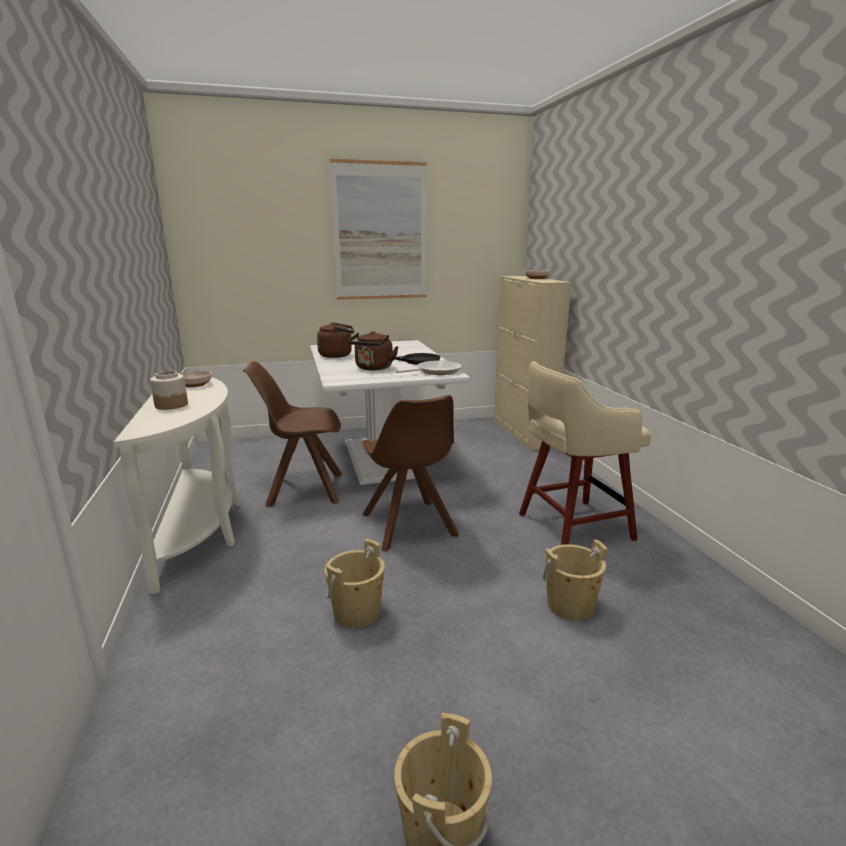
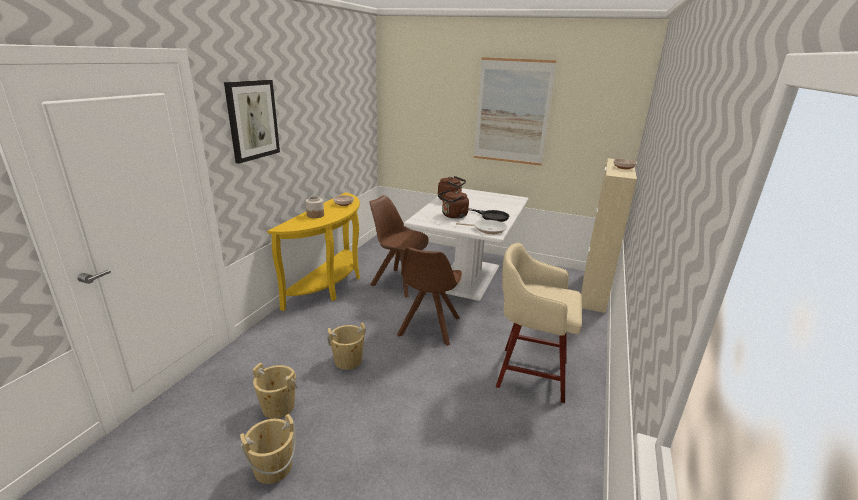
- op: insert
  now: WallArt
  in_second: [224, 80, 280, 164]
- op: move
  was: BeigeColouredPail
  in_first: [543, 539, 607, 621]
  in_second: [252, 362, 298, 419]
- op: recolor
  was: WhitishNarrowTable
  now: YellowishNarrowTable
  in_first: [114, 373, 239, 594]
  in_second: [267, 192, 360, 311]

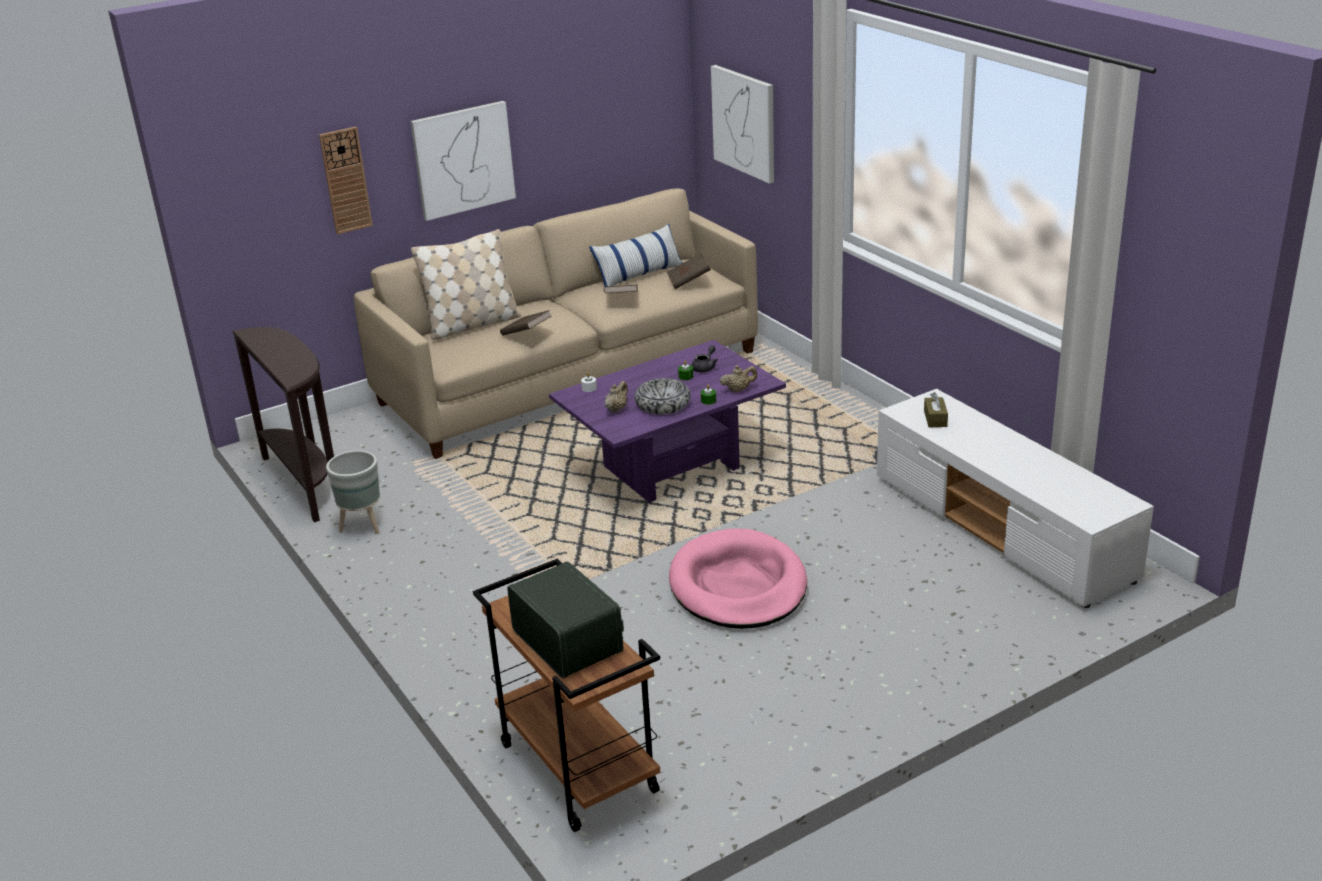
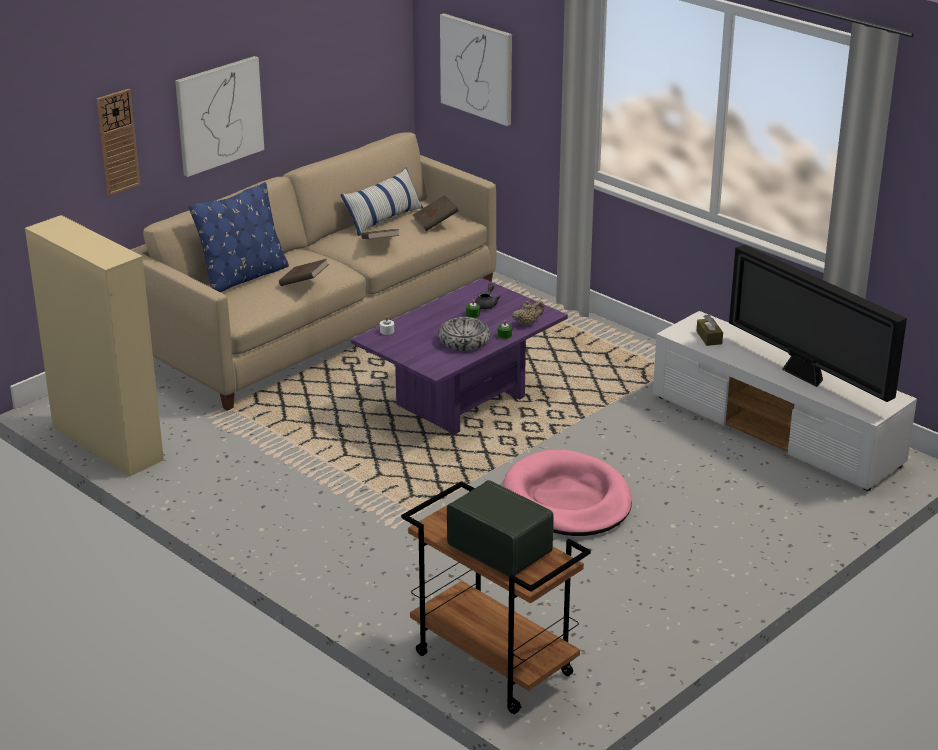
- op: delete
  was: GreyPlantPot
  in_first: [326, 450, 380, 534]
- op: delete
  was: BeigeColouredTeaPot
  in_first: [605, 381, 628, 413]
- op: insert
  now: Television
  in_second: [729, 244, 907, 402]
- op: replace
  was: BrownNarrowTable
  now: BeigeColouredCabinet
  in_first: [233, 327, 334, 522]
  in_second: [25, 215, 164, 477]
- op: recolor
  was: BeigeColouredPillow
  now: BluishPillow
  in_first: [411, 229, 521, 340]
  in_second: [189, 182, 289, 292]

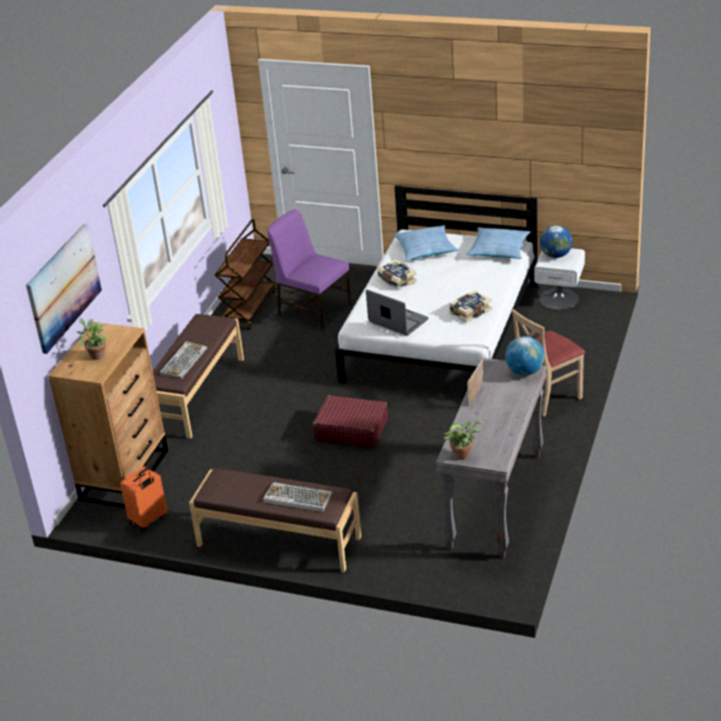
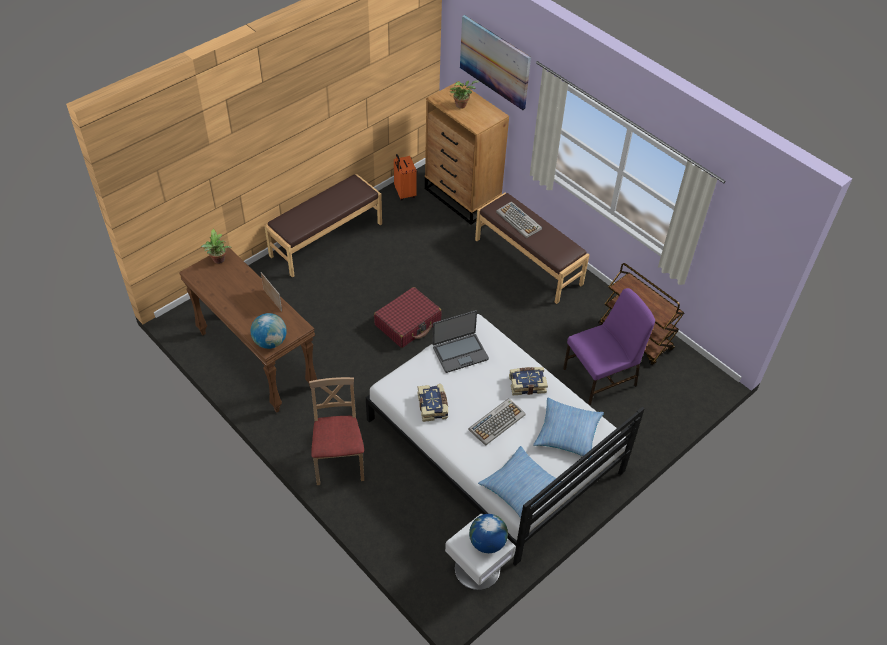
- op: move
  was: ComputerKeyboard
  in_first: [263, 482, 333, 512]
  in_second: [468, 398, 526, 446]
- op: recolor
  was: GreyNarrowTable
  now: BrownNarrowTable
  in_first: [436, 358, 547, 558]
  in_second: [179, 248, 317, 412]

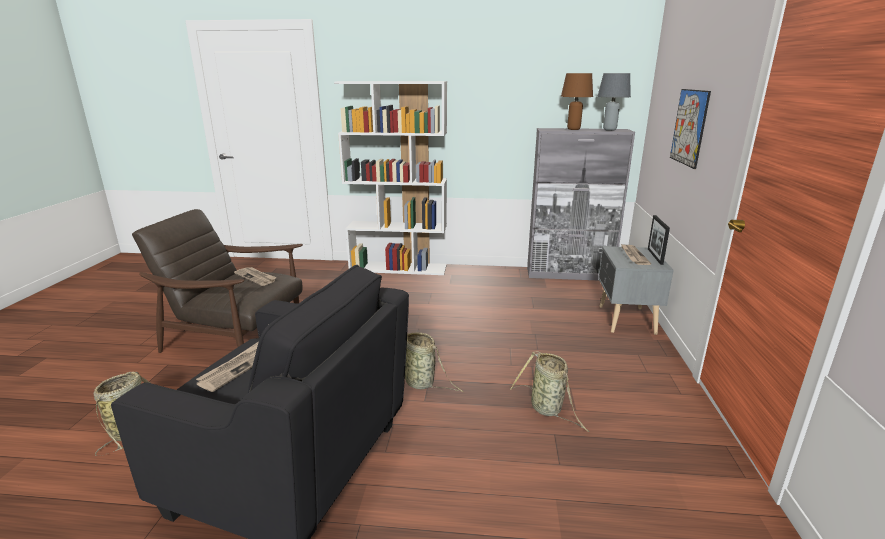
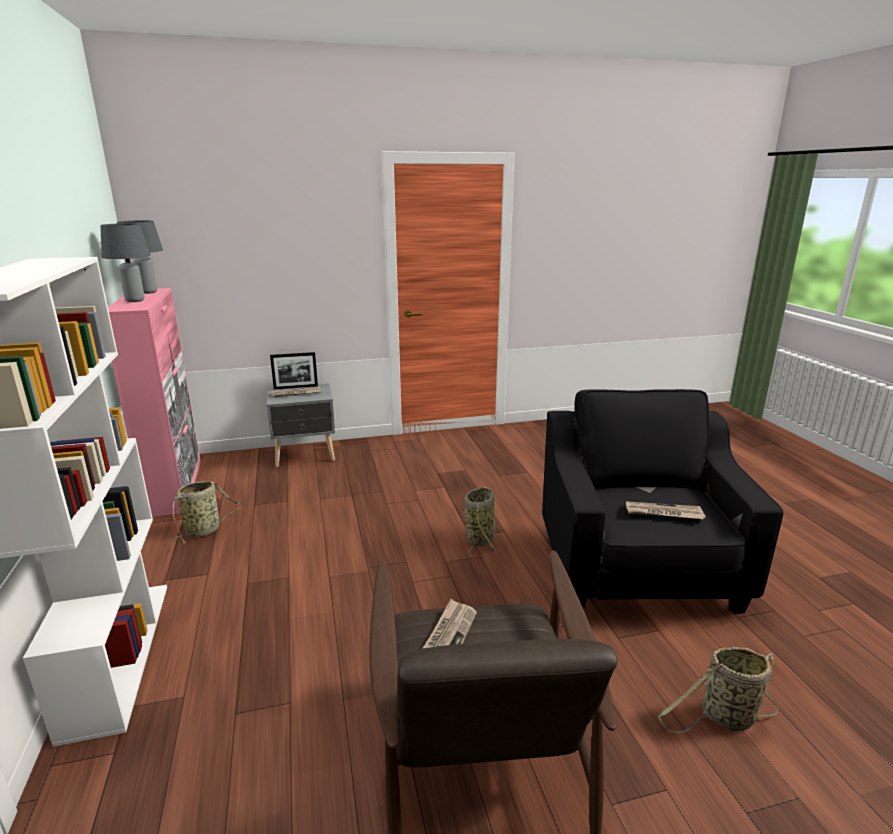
- op: delete
  was: WallArt
  in_first: [670, 89, 711, 169]
- op: move
  was: Basket
  in_first: [510, 351, 589, 432]
  in_second: [168, 481, 246, 544]
- op: recolor
  was: GreyCabinet
  now: PinkishCabinet
  in_first: [527, 128, 635, 281]
  in_second: [108, 288, 201, 517]
- op: recolor
  was: BrownLampForATable
  now: GreyLampForATable
  in_first: [561, 73, 593, 130]
  in_second: [100, 223, 151, 302]

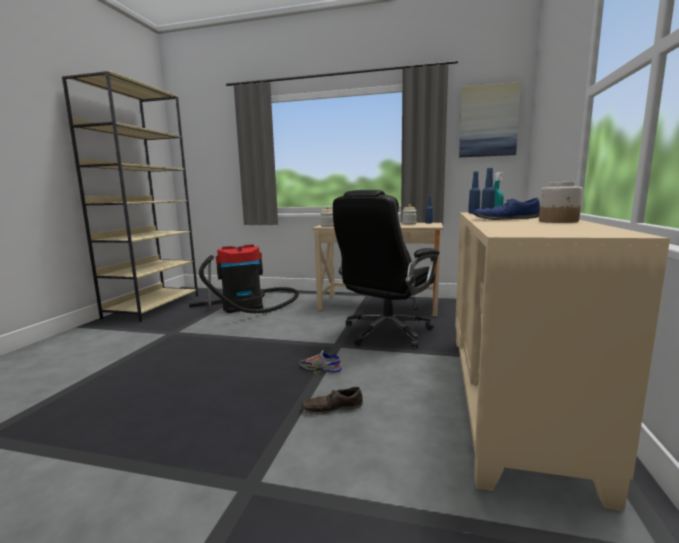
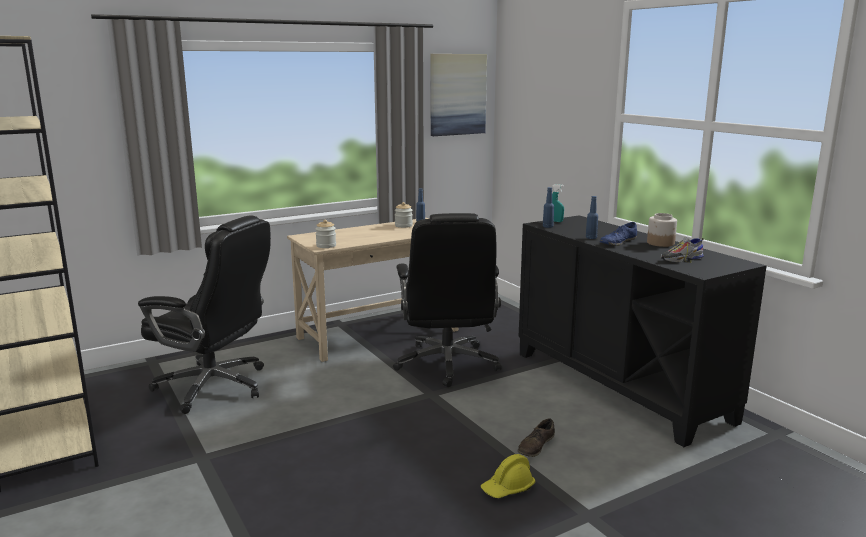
- op: insert
  now: YellowishWorkHelmet
  in_second: [481, 454, 536, 498]
- op: move
  was: Shoe
  in_first: [300, 350, 342, 373]
  in_second: [661, 237, 704, 263]
- op: replace
  was: Vacuum
  now: BlackComputerChair
  in_first: [189, 244, 299, 314]
  in_second: [138, 215, 271, 414]
- op: recolor
  was: BeigeColouredCabinet
  now: BlackCabinet
  in_first: [455, 212, 670, 511]
  in_second: [518, 215, 767, 447]

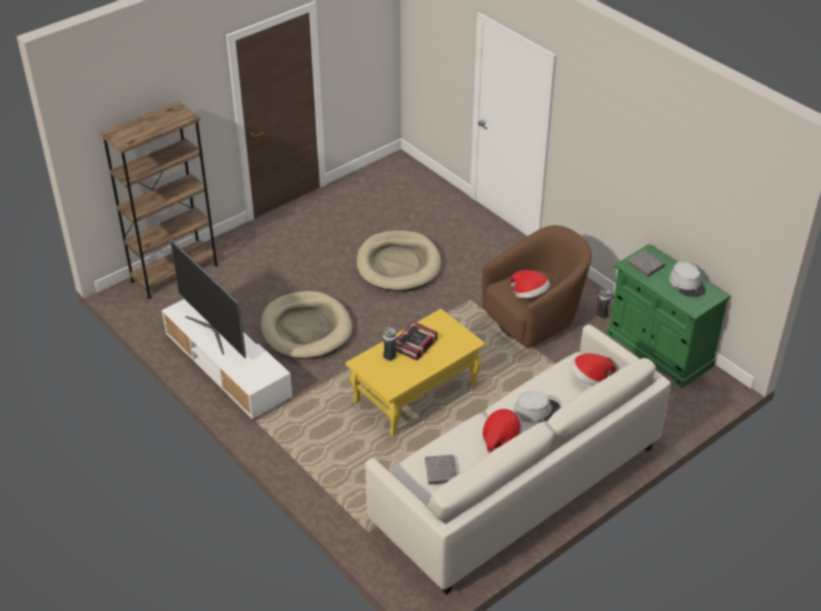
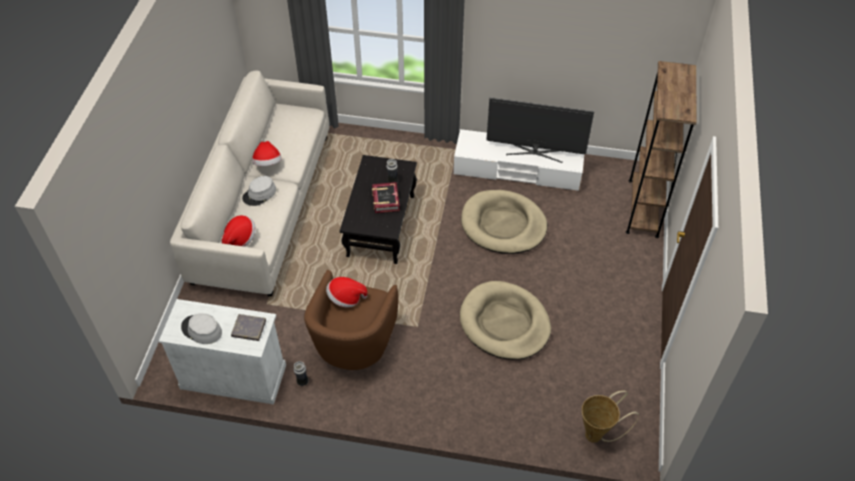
- op: delete
  was: GreyVolume
  in_first: [425, 455, 457, 484]
- op: insert
  now: Basket
  in_second: [582, 390, 639, 443]
- op: recolor
  was: YellowishLowTable
  now: BlackLowTable
  in_first: [345, 309, 486, 437]
  in_second: [340, 155, 417, 264]
- op: recolor
  was: GreenCabinet
  now: WhitishCabinet
  in_first: [607, 244, 731, 388]
  in_second: [159, 299, 286, 404]

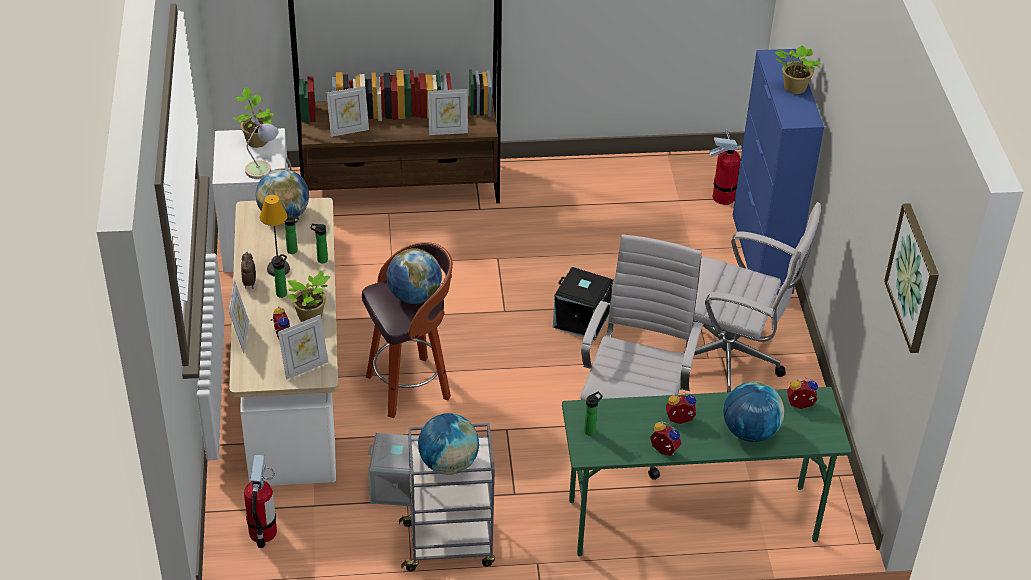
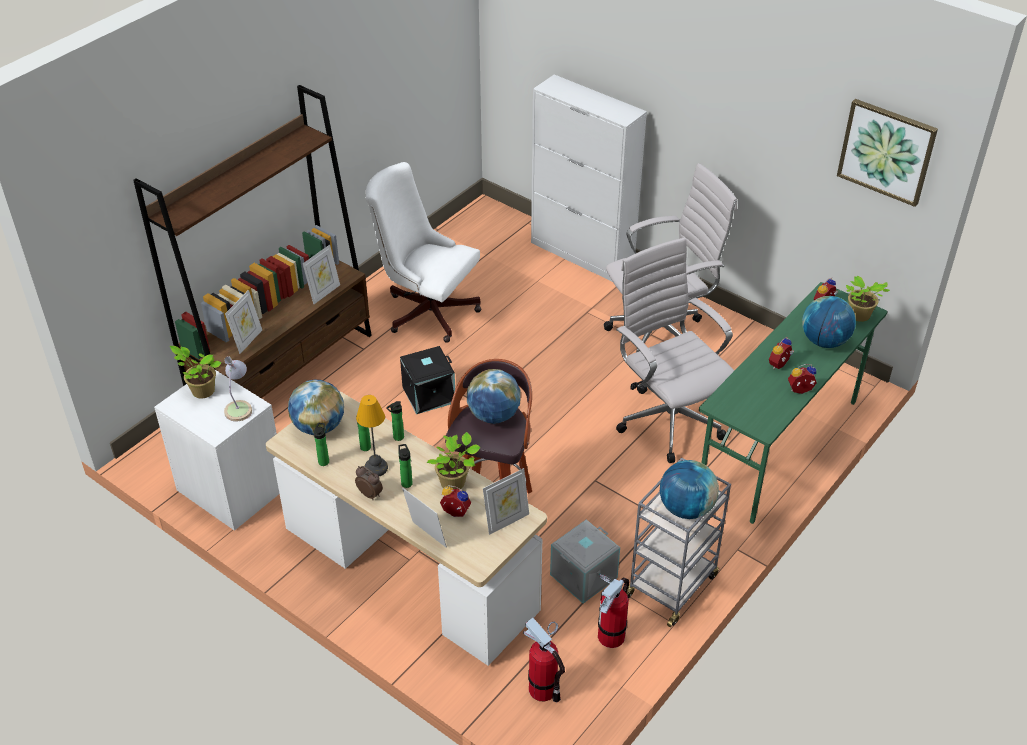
- op: insert
  now: WhitishComputerChair
  in_second: [365, 162, 481, 343]
- op: move
  was: BlackStorageBox
  in_first: [553, 267, 614, 341]
  in_second: [400, 346, 455, 414]
- op: move
  was: DrinkBottle
  in_first: [584, 392, 603, 436]
  in_second: [314, 423, 329, 466]
- op: move
  was: FireExtinguisher
  in_first: [709, 130, 743, 205]
  in_second: [598, 574, 629, 648]
- op: move
  was: Houseplant
  in_first: [774, 45, 821, 94]
  in_second: [846, 275, 890, 322]
- op: recolor
  was: BluishCabinet
  now: WhitishCabinet
  in_first: [733, 49, 824, 295]
  in_second: [531, 74, 647, 282]
- op: rotate
  was: PictureFrame
  in_first: [278, 315, 328, 380]
  in_second: [483, 468, 529, 535]
  clockwise: 45

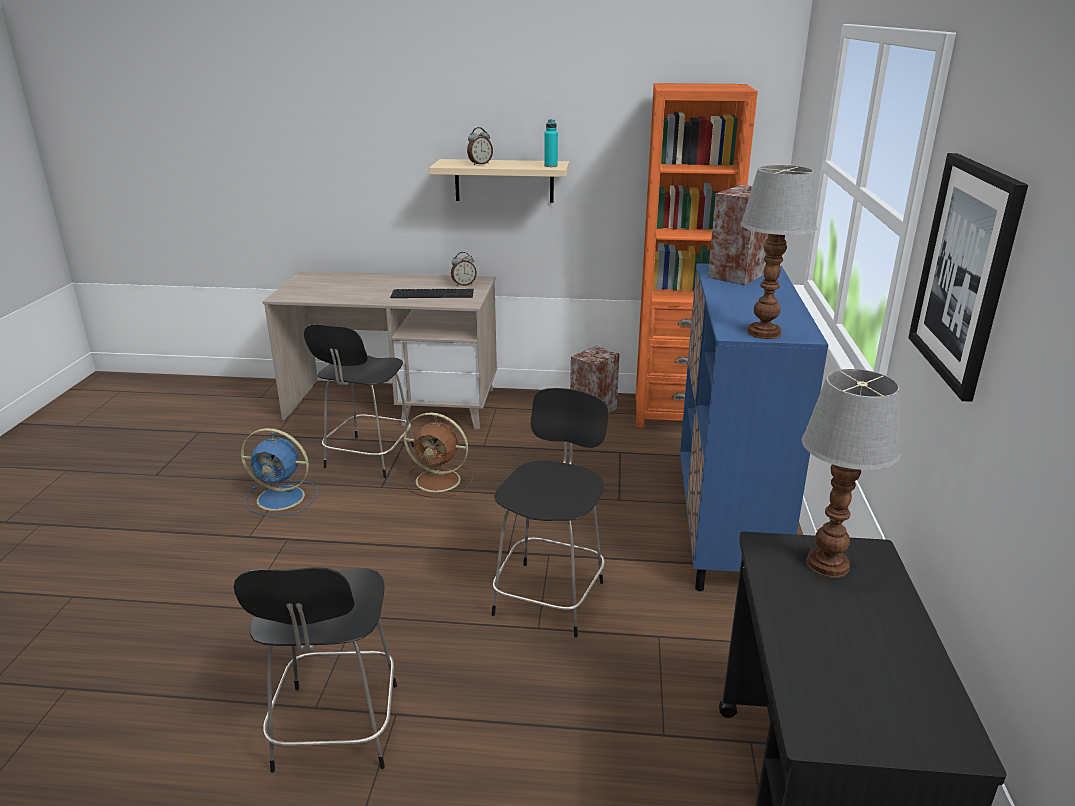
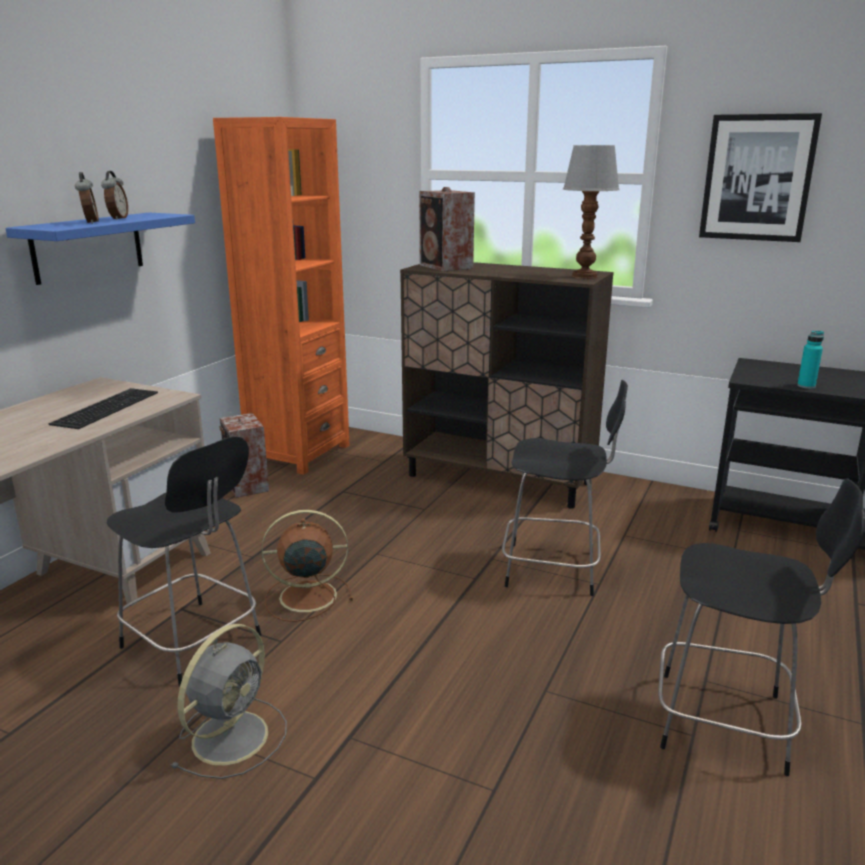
- op: delete
  was: LampForATable
  in_first: [802, 369, 901, 578]
- op: move
  was: AlarmClock
  in_first: [451, 252, 477, 286]
  in_second: [101, 171, 128, 220]
- op: move
  was: BlueGreenDrinkBottle
  in_first: [544, 119, 558, 167]
  in_second: [797, 331, 824, 389]
- op: recolor
  was: BluishElectricFan
  now: GreyElectricFan
  in_first: [241, 428, 318, 517]
  in_second: [171, 624, 287, 779]
- op: recolor
  was: BeigeColouredShelf
  now: BluishShelf
  in_first: [429, 159, 569, 203]
  in_second: [5, 213, 195, 285]
- op: recolor
  was: BluishCabinet
  now: BrownCabinet
  in_first: [680, 263, 828, 591]
  in_second: [400, 262, 614, 509]
- op: rotate
  was: BrownElectricFan
  in_first: [404, 412, 473, 498]
  in_second: [261, 510, 353, 622]
  clockwise: -135
- op: rotate
  was: BlackChair
  in_first: [491, 388, 608, 637]
  in_second: [502, 380, 628, 596]
  clockwise: 150

